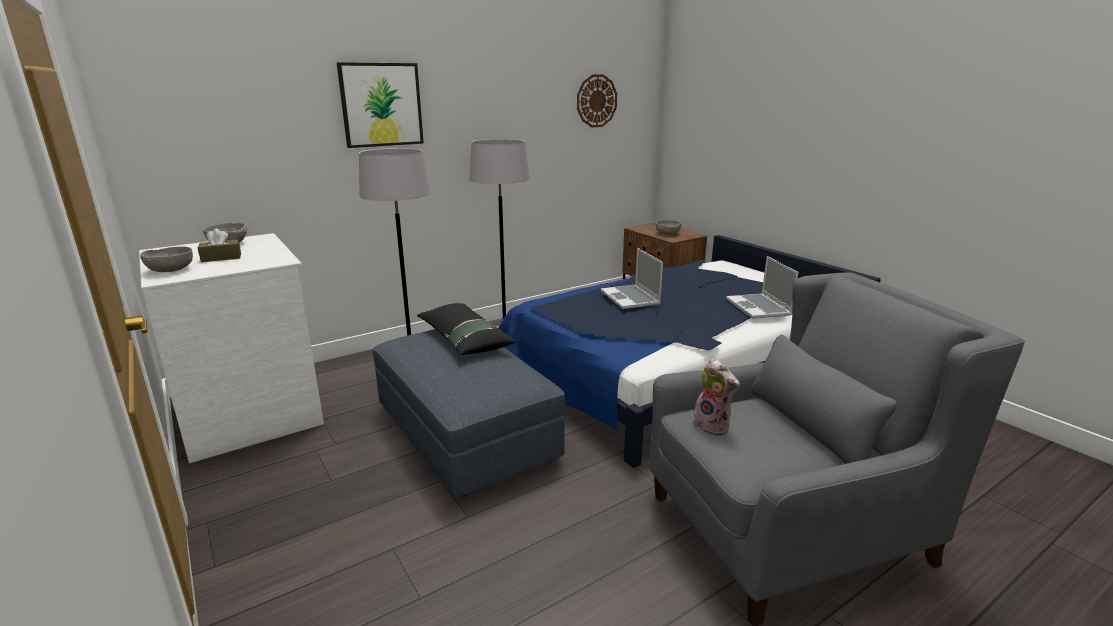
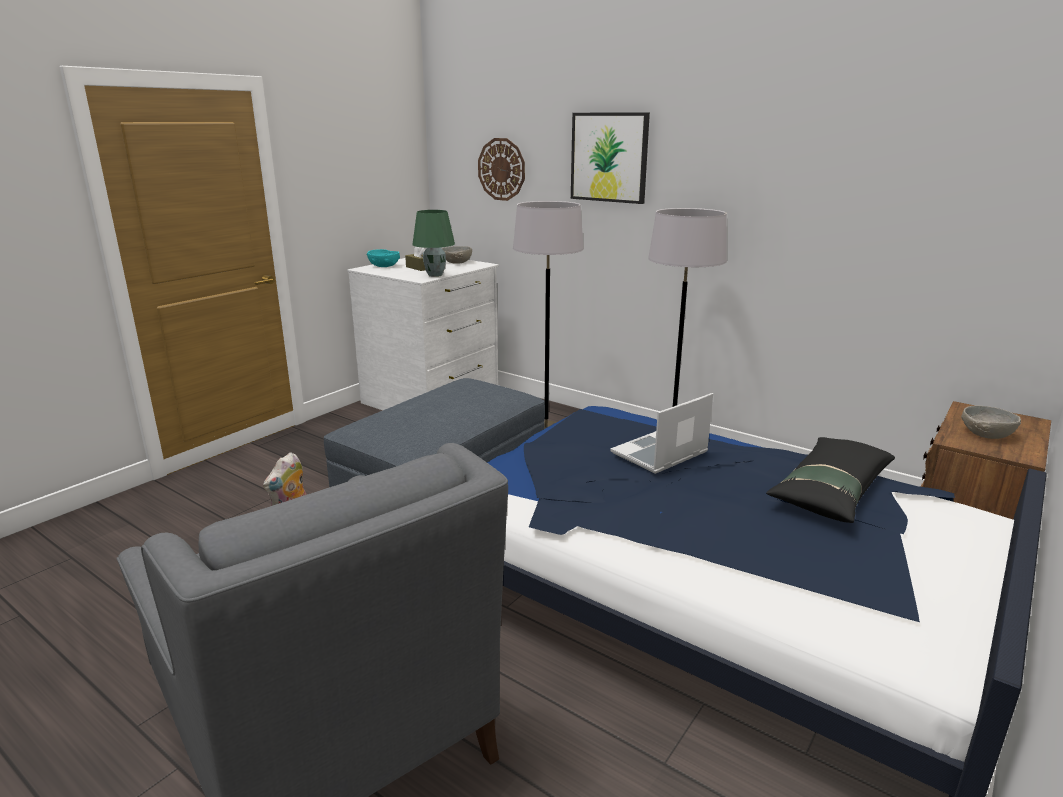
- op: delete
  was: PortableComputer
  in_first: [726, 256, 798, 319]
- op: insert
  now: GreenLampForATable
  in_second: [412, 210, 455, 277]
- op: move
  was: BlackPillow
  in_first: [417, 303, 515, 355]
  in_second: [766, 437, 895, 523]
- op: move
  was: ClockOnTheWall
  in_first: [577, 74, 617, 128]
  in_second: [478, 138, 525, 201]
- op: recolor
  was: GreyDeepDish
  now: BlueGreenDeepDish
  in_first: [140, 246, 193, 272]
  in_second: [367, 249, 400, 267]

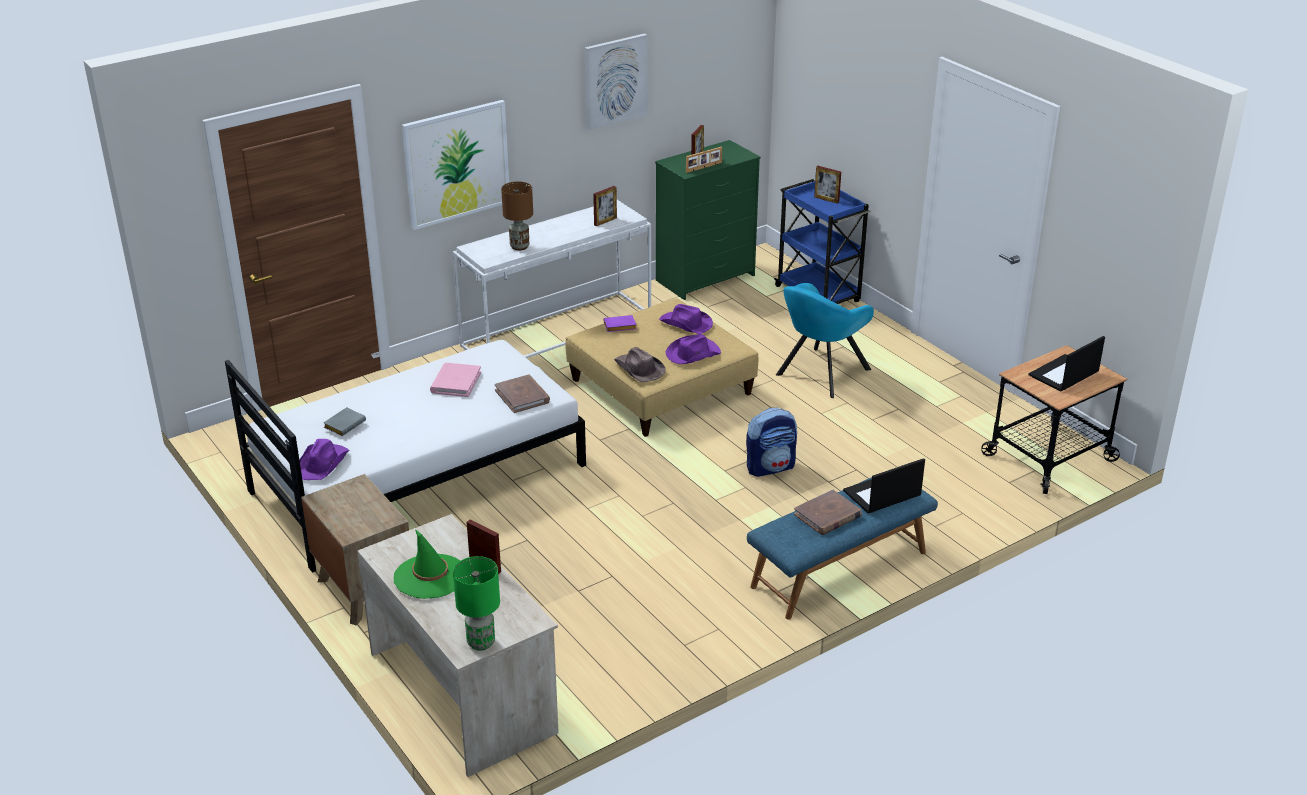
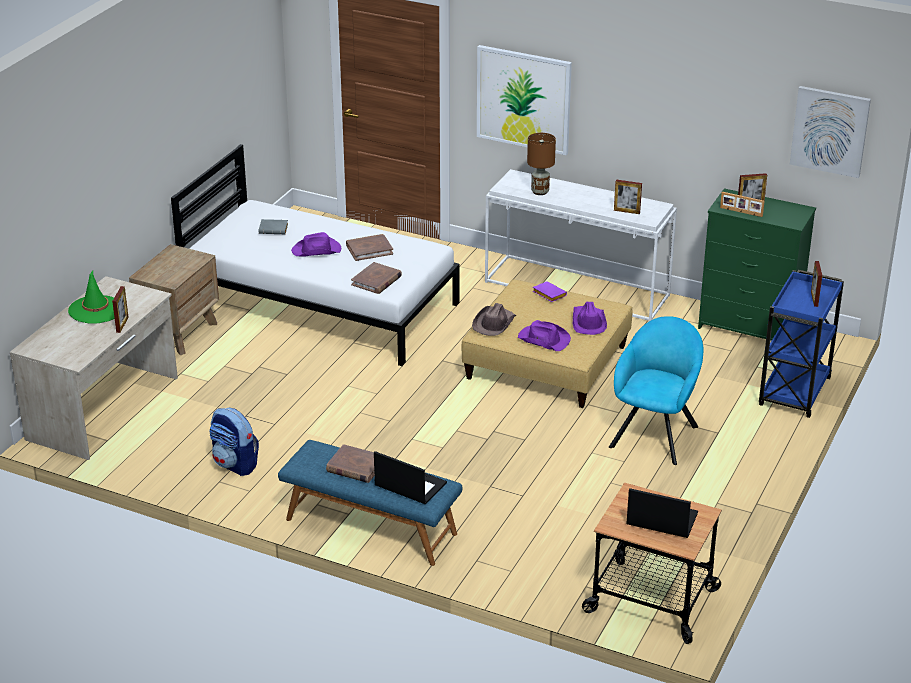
- op: delete
  was: GreenLampForATable
  in_first: [453, 556, 500, 651]
- op: move
  was: PurpleColouredHat
  in_first: [299, 439, 350, 480]
  in_second: [291, 232, 341, 256]
- op: move
  was: WallArt
  in_first: [585, 33, 647, 130]
  in_second: [790, 86, 871, 178]
- op: move
  was: Rucksack
  in_first: [746, 408, 797, 477]
  in_second: [209, 408, 259, 476]
- op: recolor
  was: PinkishVolume
  now: BrownVolume
  in_first: [430, 363, 481, 397]
  in_second: [346, 234, 393, 261]
- op: rotate
  was: BlueGreenArmchair
  in_first: [776, 283, 874, 398]
  in_second: [609, 316, 703, 465]
  clockwise: 105

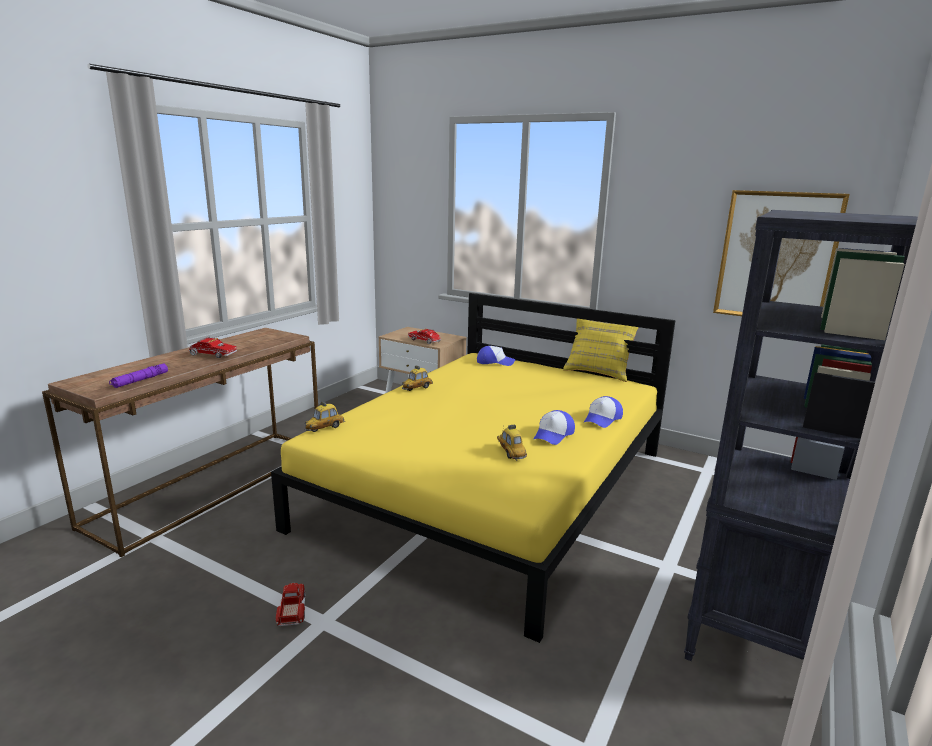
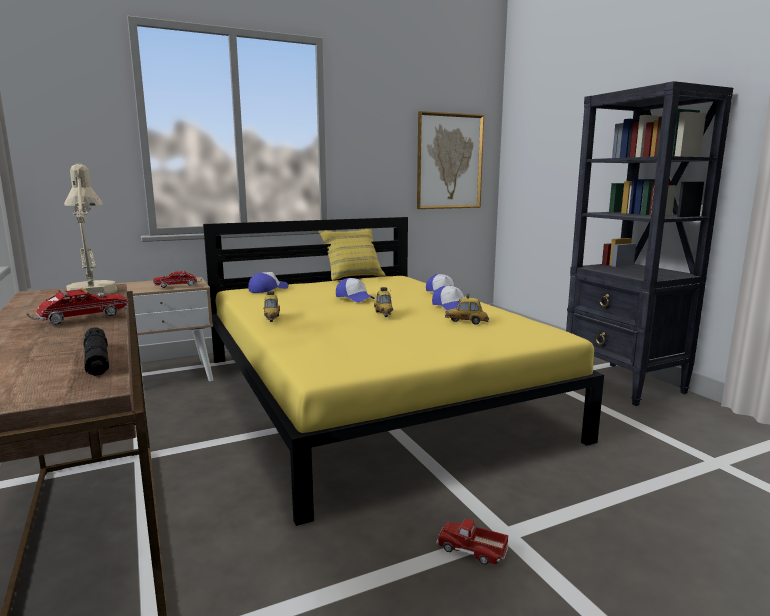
- op: insert
  now: BeigeColouredLampForATable
  in_second: [64, 164, 117, 297]
- op: insert
  now: PeakedCap
  in_second: [336, 278, 375, 302]
- op: move
  was: MiniatureCar
  in_first: [304, 401, 345, 432]
  in_second: [374, 287, 393, 317]
- op: recolor
  was: PurpleColouredHandTorch
  now: BlackHandTorch
  in_first: [109, 363, 168, 388]
  in_second: [83, 327, 109, 376]

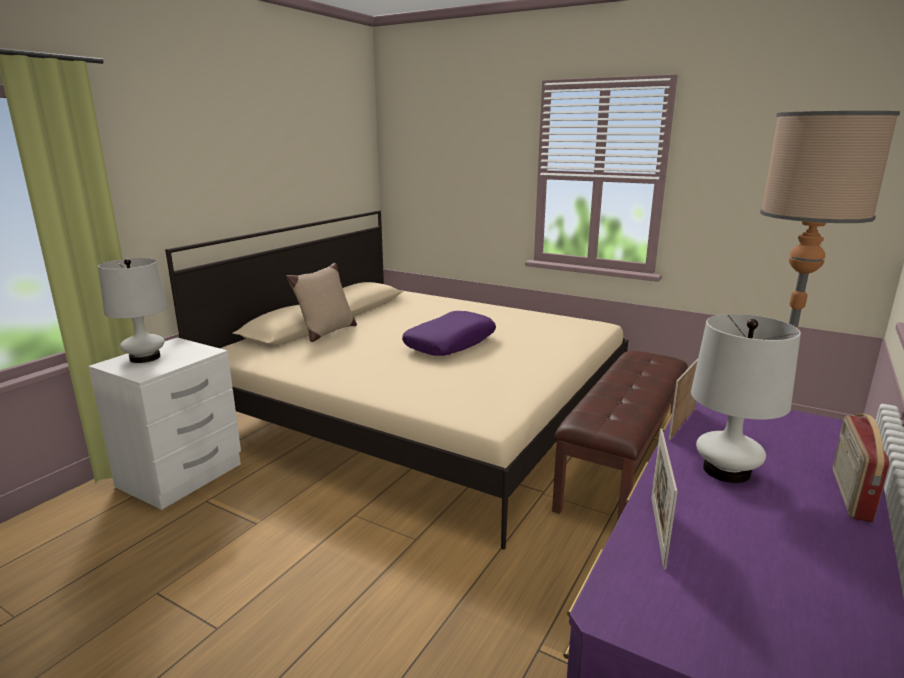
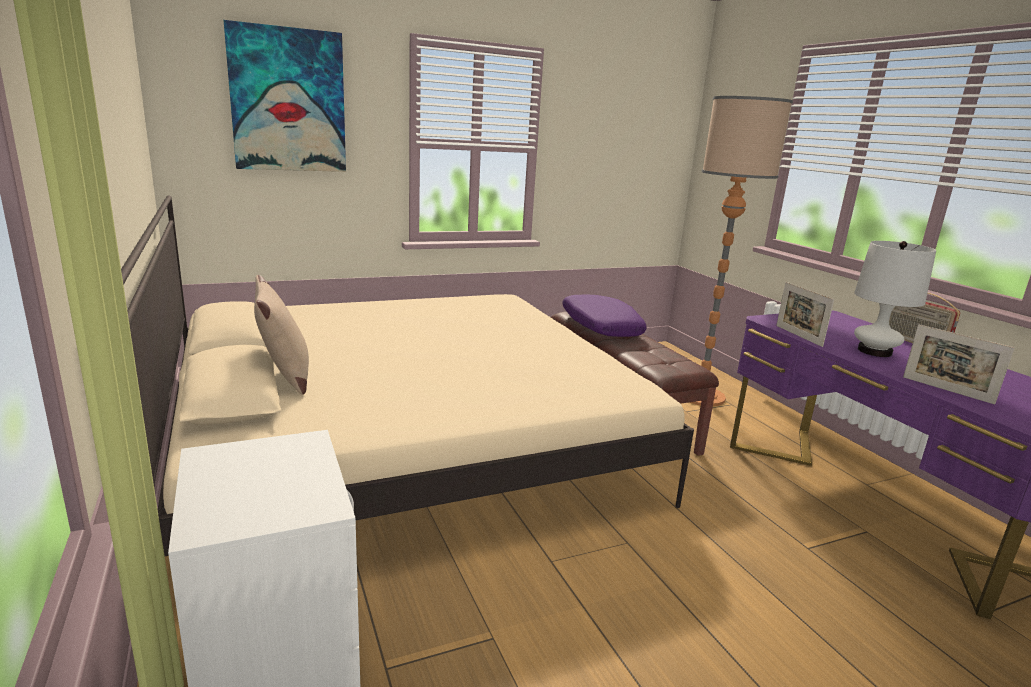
- op: delete
  was: WhitishLampForATable
  in_first: [98, 258, 167, 363]
- op: insert
  now: WallArt
  in_second: [224, 20, 346, 172]
- op: move
  was: PurpleColouredPillow
  in_first: [402, 311, 496, 356]
  in_second: [562, 295, 647, 337]

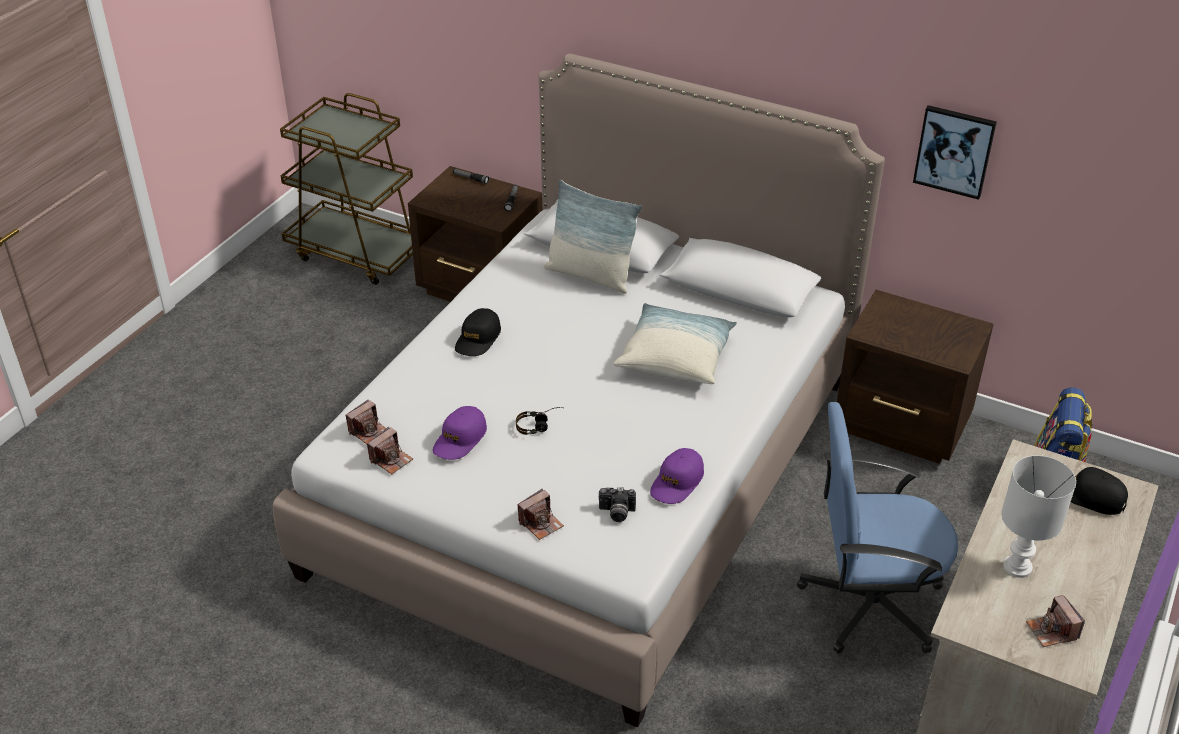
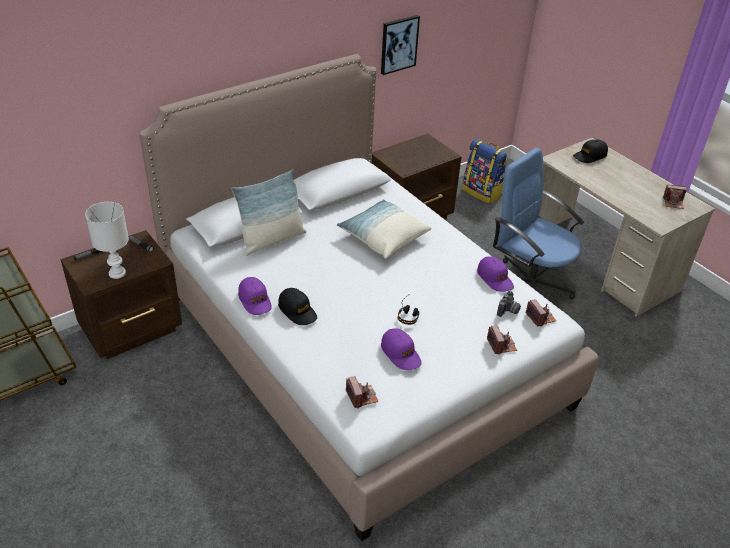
- op: insert
  now: PurpleColouredPeakedCap
  in_second: [238, 277, 272, 315]
- op: move
  was: PhotoCamera
  in_first: [367, 427, 413, 474]
  in_second: [525, 299, 556, 327]
- op: move
  was: WhitishLampForATable
  in_first: [1001, 455, 1076, 578]
  in_second: [85, 202, 129, 279]
- op: rotate
  was: BluishComputerChair
  in_first: [797, 402, 958, 654]
  in_second: [493, 148, 584, 299]
  clockwise: 105

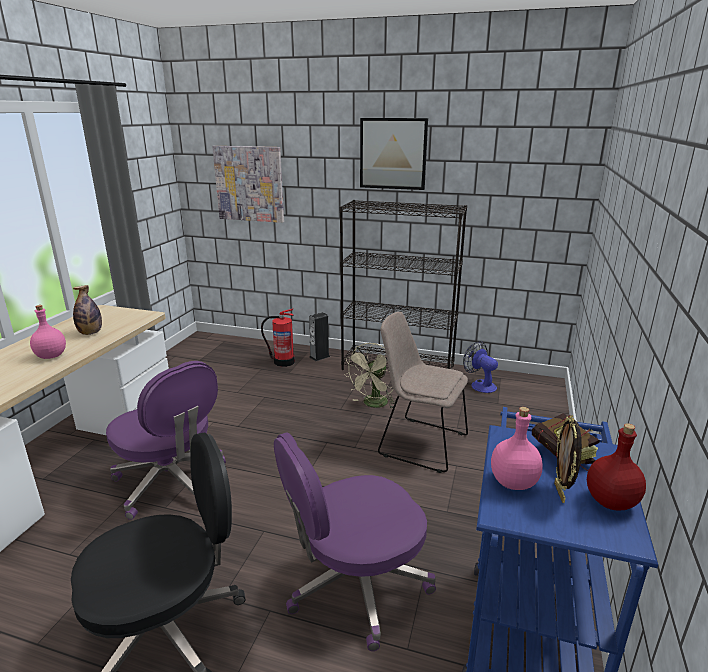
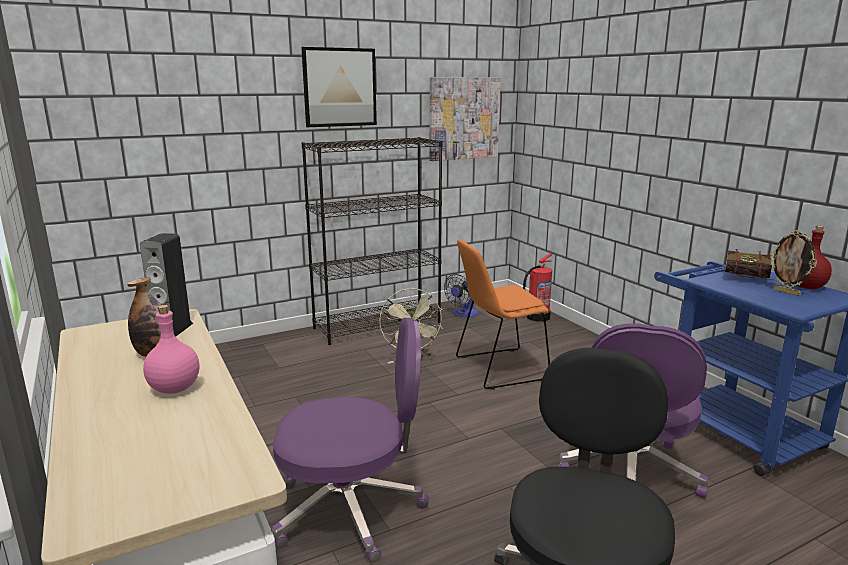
- op: delete
  was: PinkishDrinkBottle
  in_first: [491, 407, 543, 490]
- op: move
  was: WallArt
  in_first: [212, 146, 284, 223]
  in_second: [430, 77, 501, 161]
- op: move
  was: FireExtinguisher
  in_first: [261, 308, 295, 367]
  in_second: [523, 253, 552, 322]
- op: move
  was: Loudspeaker
  in_first: [309, 312, 330, 361]
  in_second: [140, 233, 193, 337]
- op: recolor
  was: BeigeColouredChair
  now: OrangeyChair
  in_first: [378, 312, 468, 473]
  in_second: [456, 239, 550, 390]
- op: rotate
  was: ElectricFan
  in_first: [463, 341, 498, 393]
  in_second: [444, 274, 478, 317]
  clockwise: -60

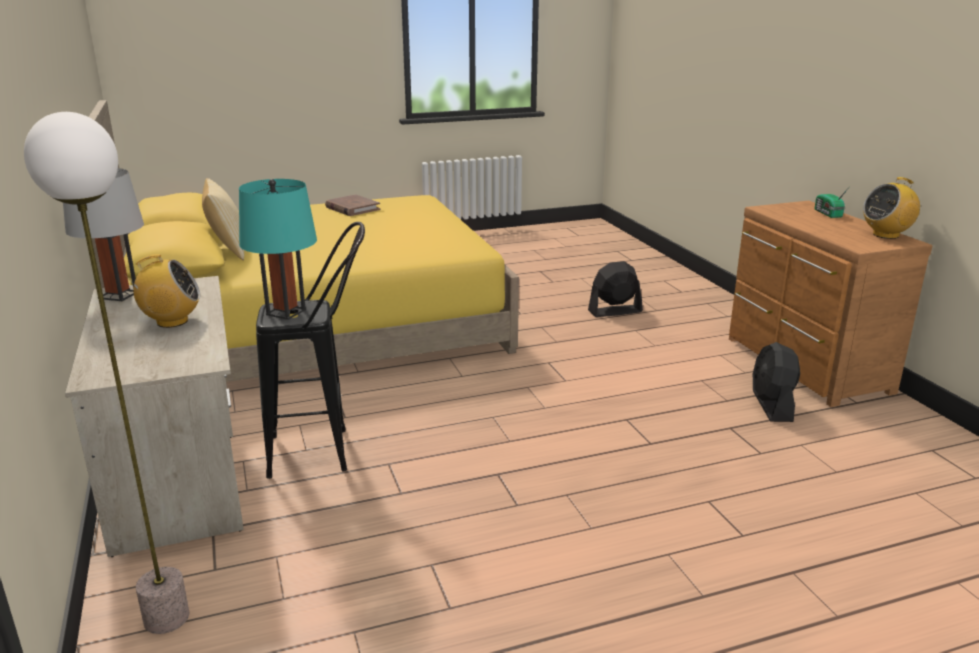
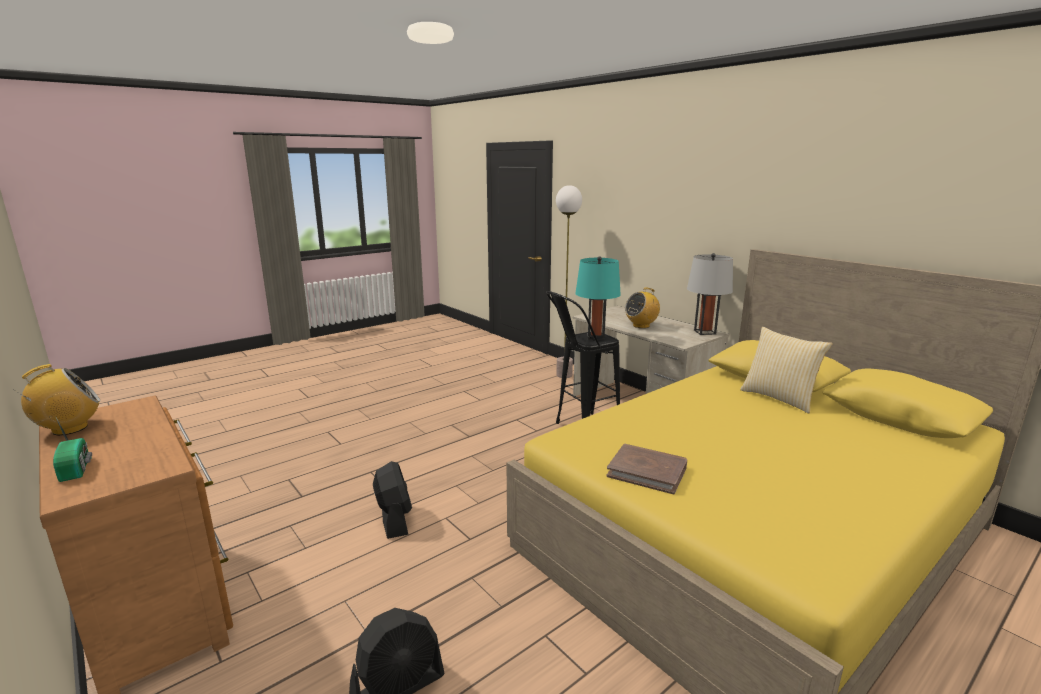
- op: move
  was: BrownVolume
  in_first: [325, 194, 380, 216]
  in_second: [606, 444, 687, 494]
- op: move
  was: BlackElectricFan
  in_first: [753, 342, 800, 422]
  in_second: [373, 461, 412, 539]

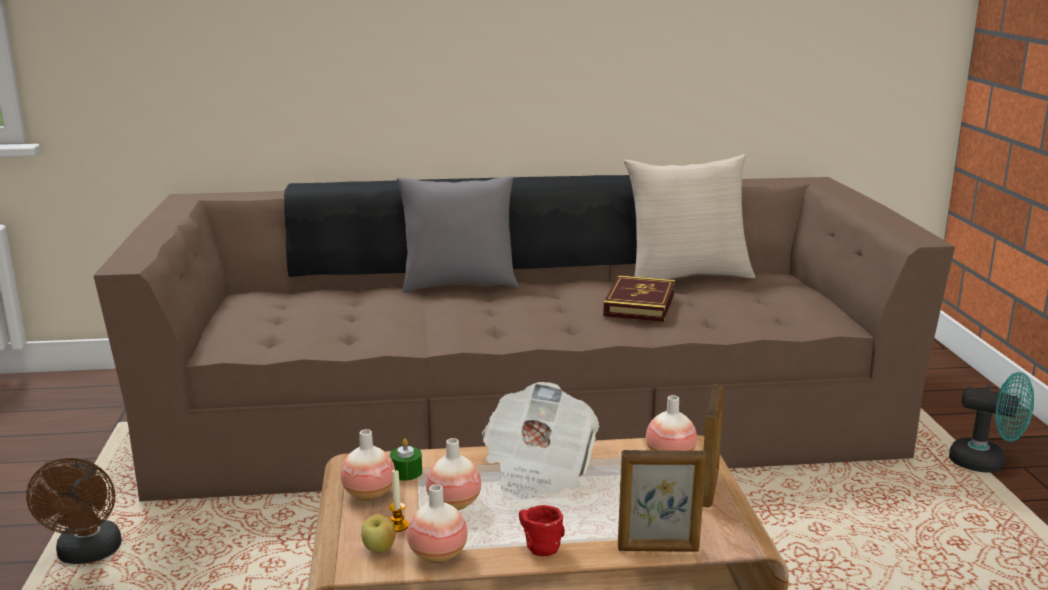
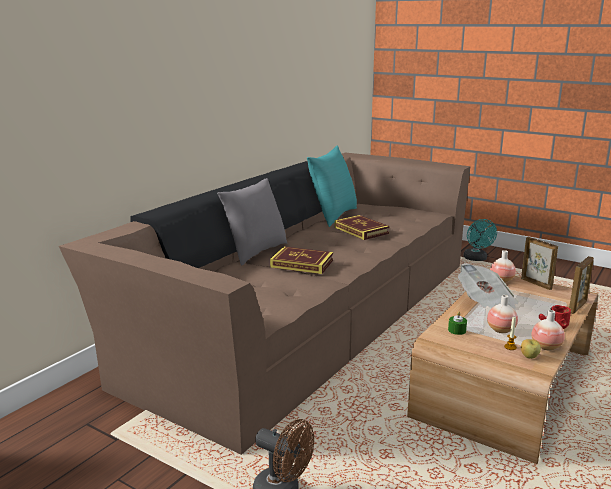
- op: delete
  was: DecorativeVase
  in_first: [340, 429, 395, 501]
- op: insert
  now: Volume
  in_second: [270, 246, 333, 274]
- op: recolor
  was: BeigeColouredPillow
  now: BlueGreenPillow
  in_first: [624, 154, 755, 279]
  in_second: [307, 146, 357, 227]
- op: rotate
  was: BlueGreenElectricFan
  in_first: [949, 372, 1034, 473]
  in_second: [464, 219, 497, 261]
  clockwise: 105

